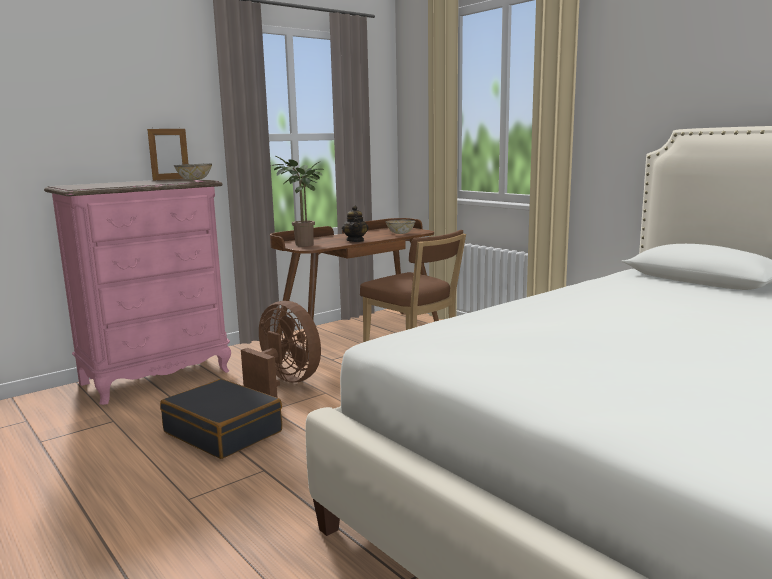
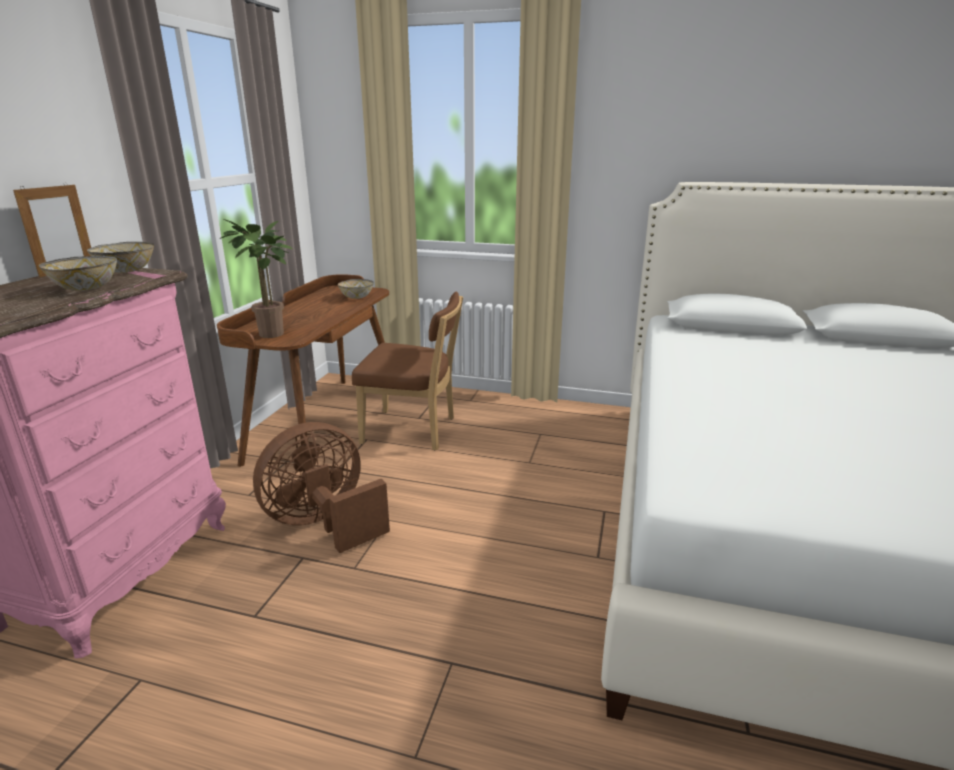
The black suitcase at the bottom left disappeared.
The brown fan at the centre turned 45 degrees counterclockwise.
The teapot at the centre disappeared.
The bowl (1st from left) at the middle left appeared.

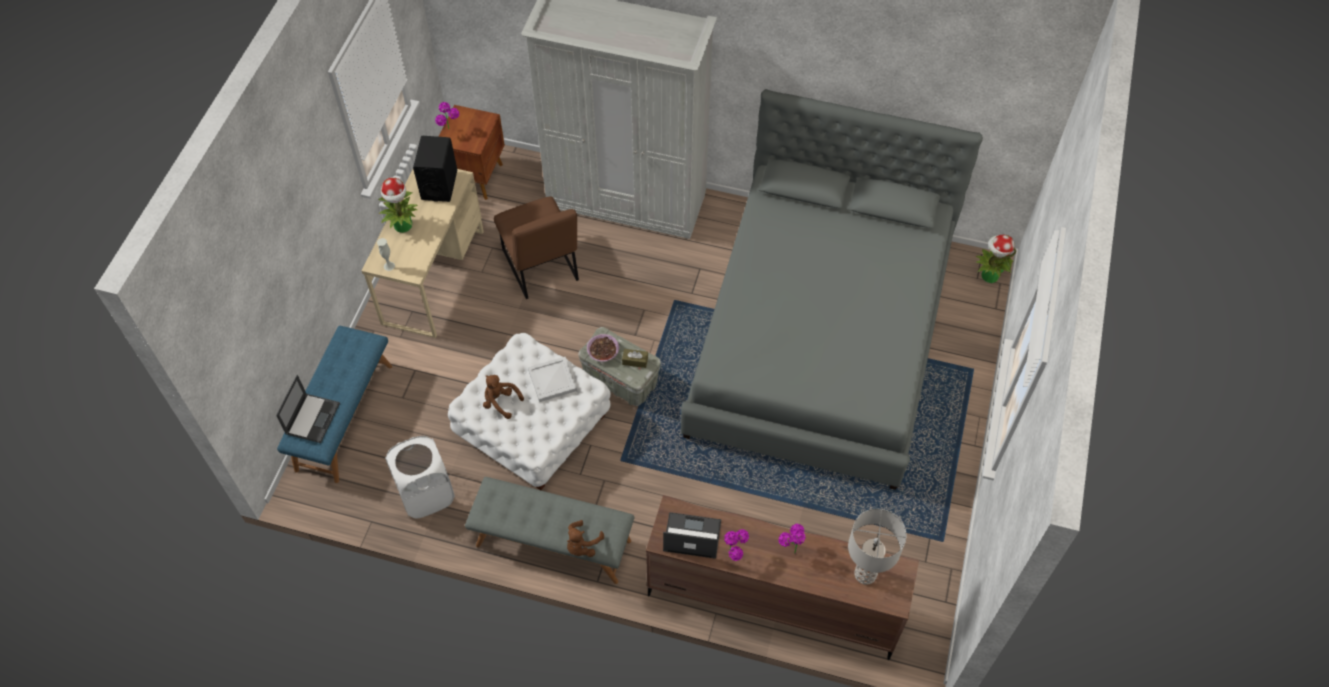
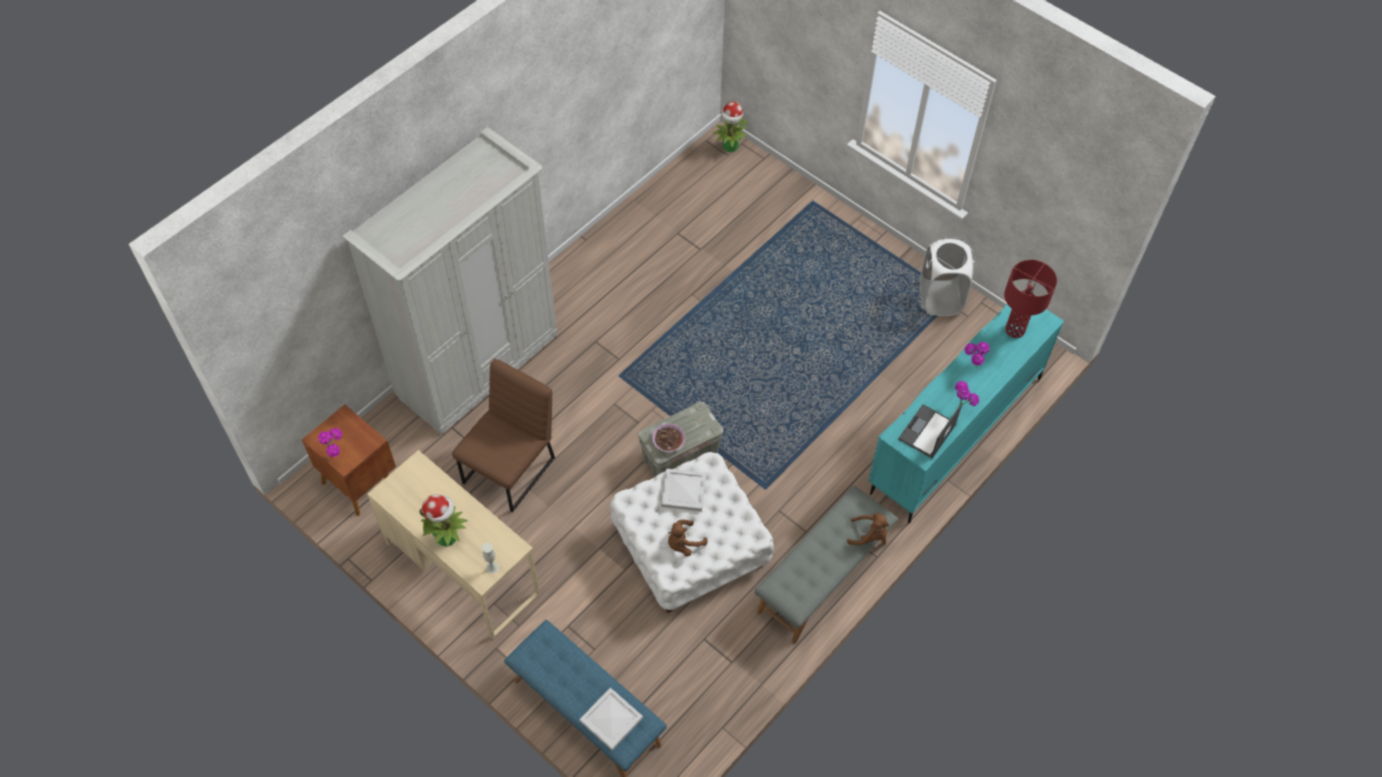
The laptop (1st from left) at the middle left was replaced by the white tray (1st from left) at the bottom centre.
The white laundry basket moved from the bottom left to the middle right.
The black speaker at the top left disappeared.
The brown chair at the centre turned 60 degrees counterclockwise.
The brown plush toy (2nd from left) at the bottom centre turned 45 degrees counterclockwise.
The brown tissue box at the centre disappeared.
The brown dresser at the bottom centre became the turquoise dresser at the middle right.
The grey bed at the centre disappeared.
The white table lamp at the bottom centre became the red table lamp at the middle right.

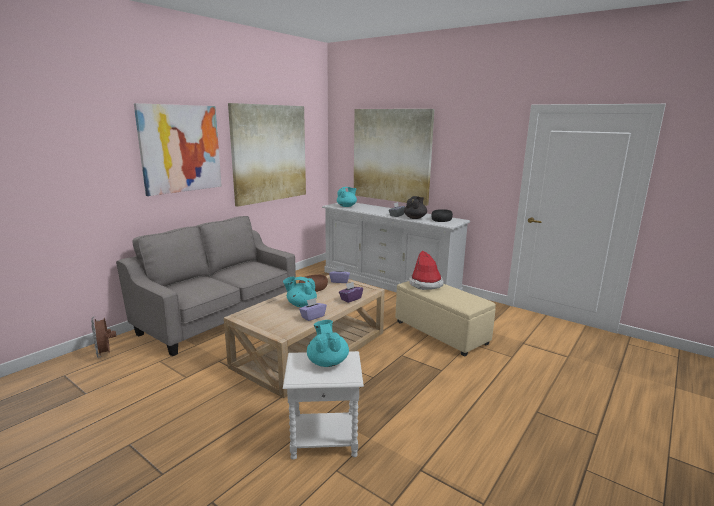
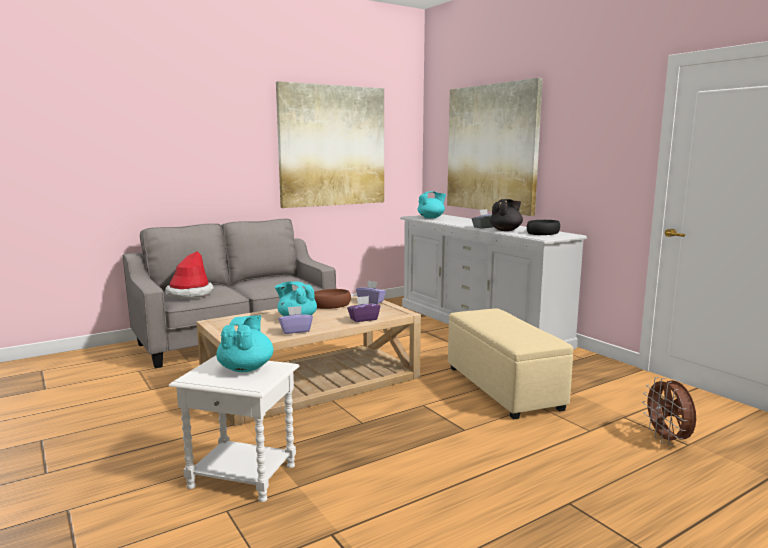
The brown fan moved from the middle left to the bottom right.
The picture (1st from left) at the top left disappeared.
The hat moved from the centre to the middle left.

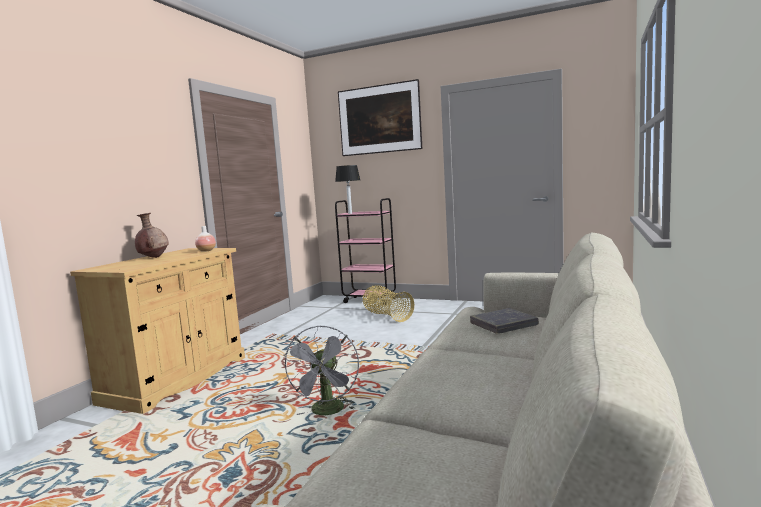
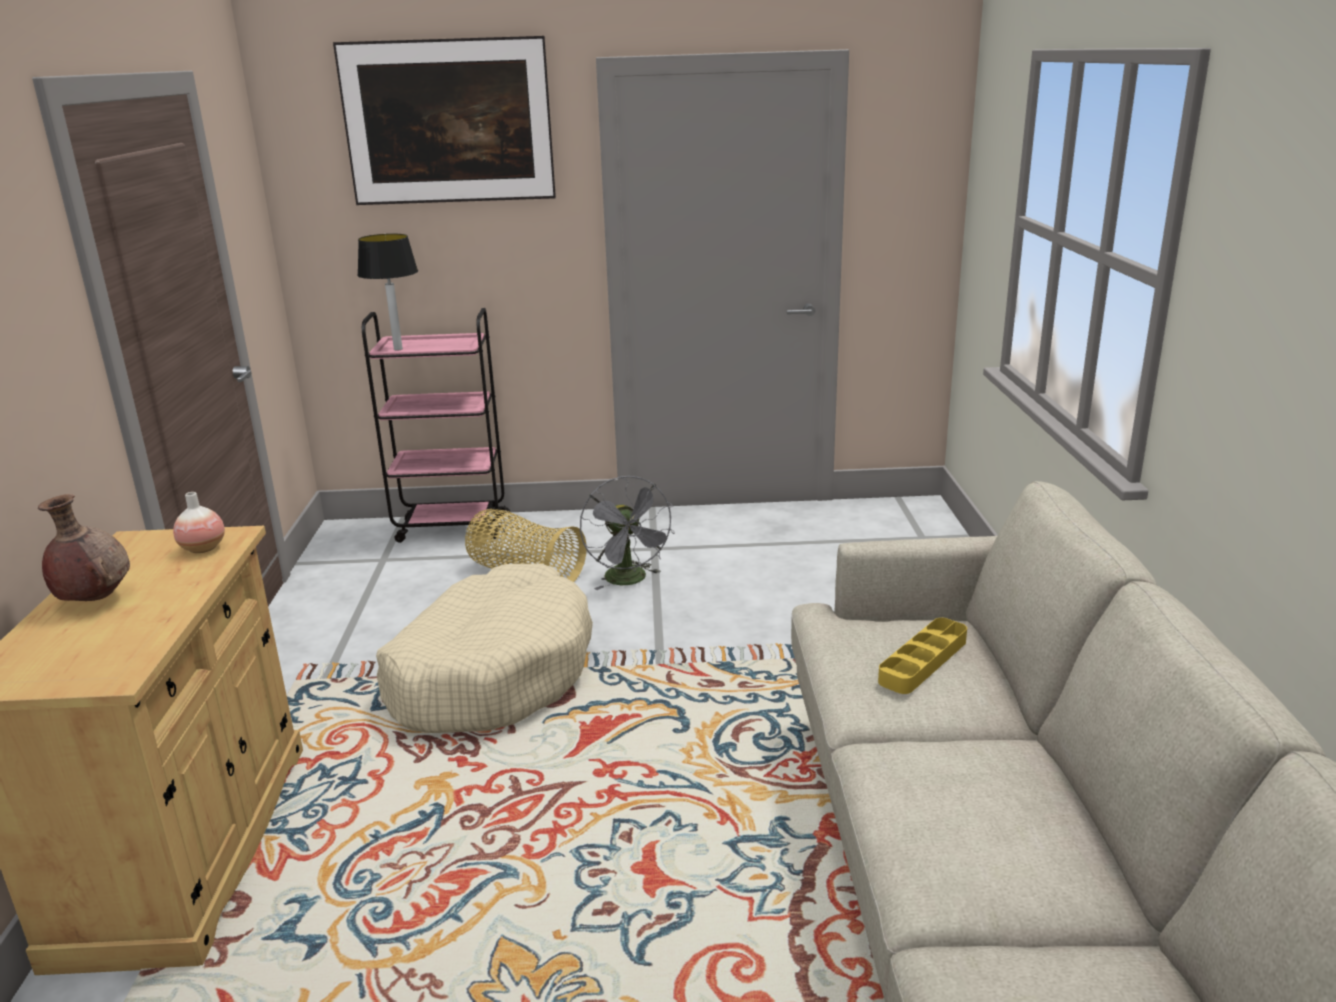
The grey fan moved from the bottom centre to the centre.
The grey book at the centre was replaced by the yellow tray at the middle right.
The beige dog bed at the centre appeared.

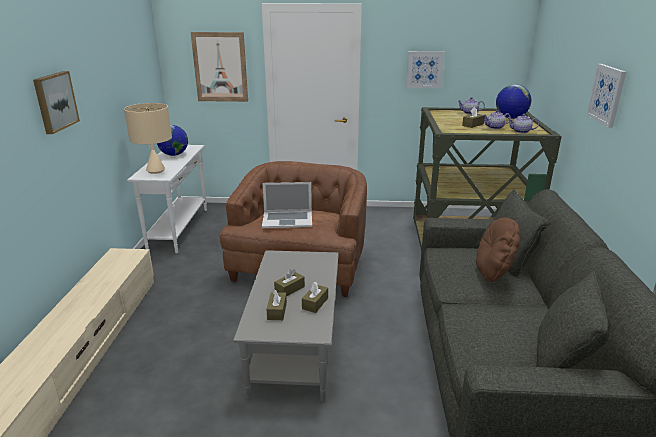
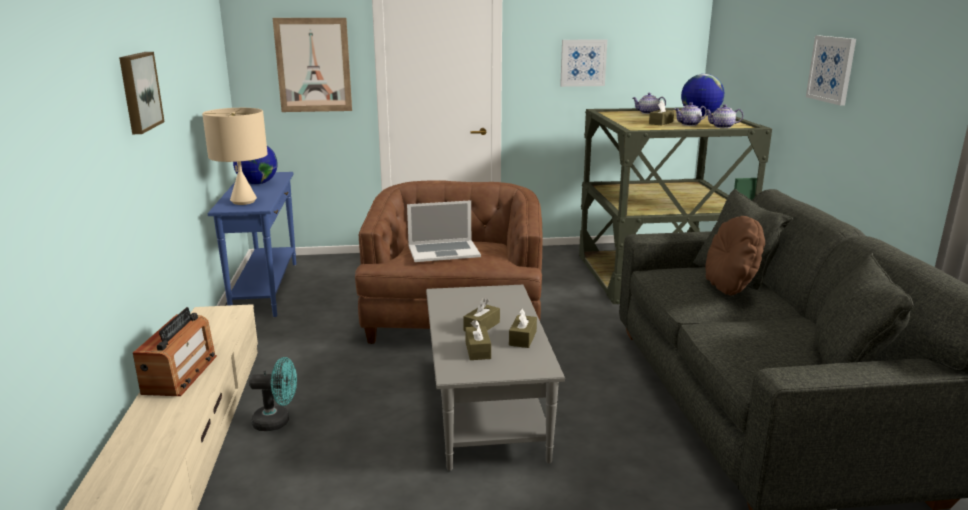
The white console table at the middle left became the blue console table at the middle left.
The radio at the bottom left appeared.
The turquoise fan at the bottom left appeared.

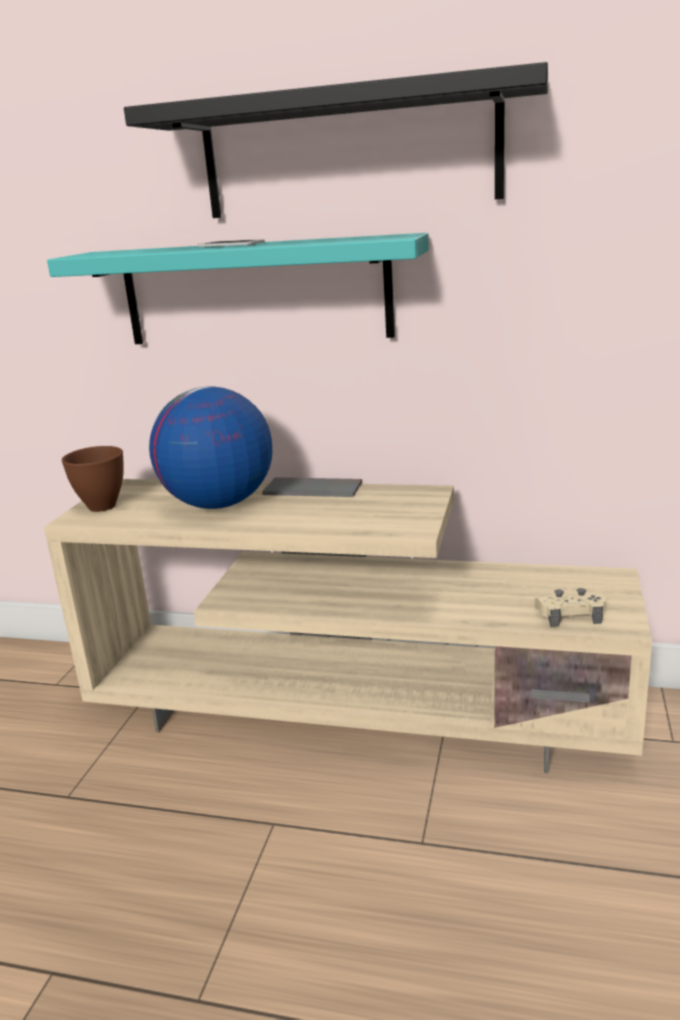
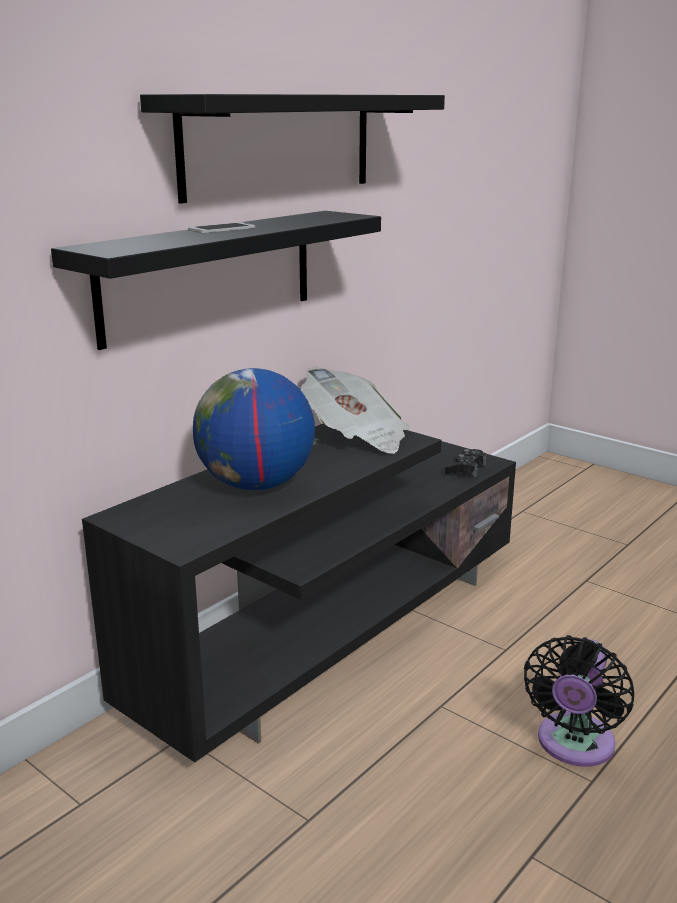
The beige tv stand at the centre became the black tv stand at the centre.
The turquoise shelf at the top centre became the black shelf (1st from left) at the top left.
The brown bowl at the middle left disappeared.
The beige game controller at the middle right became the black game controller at the middle right.
The newspaper at the centre appeared.
The black fan at the bottom right appeared.

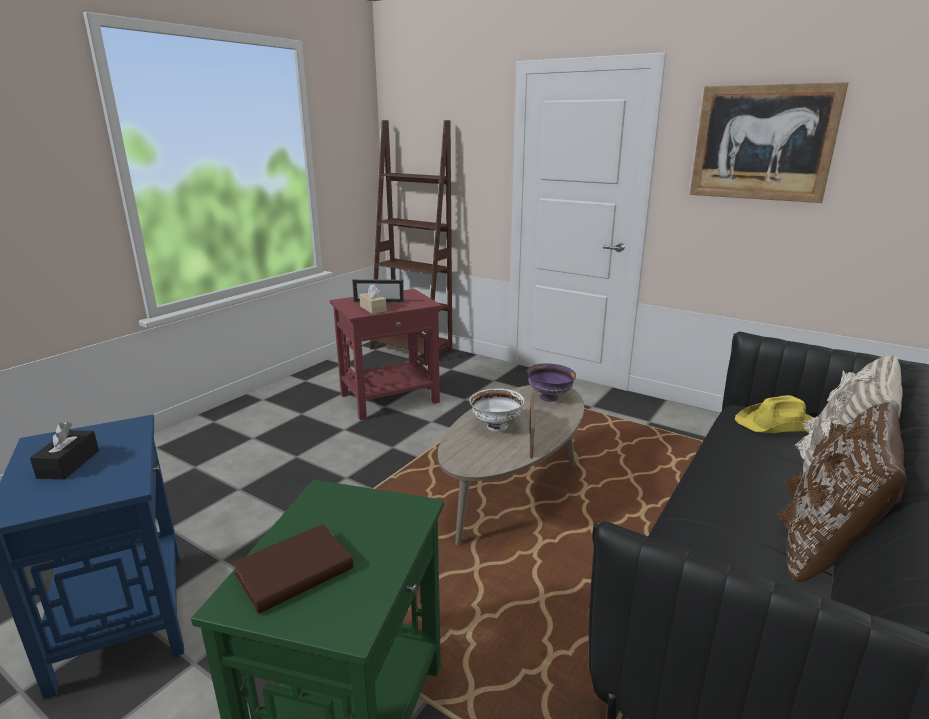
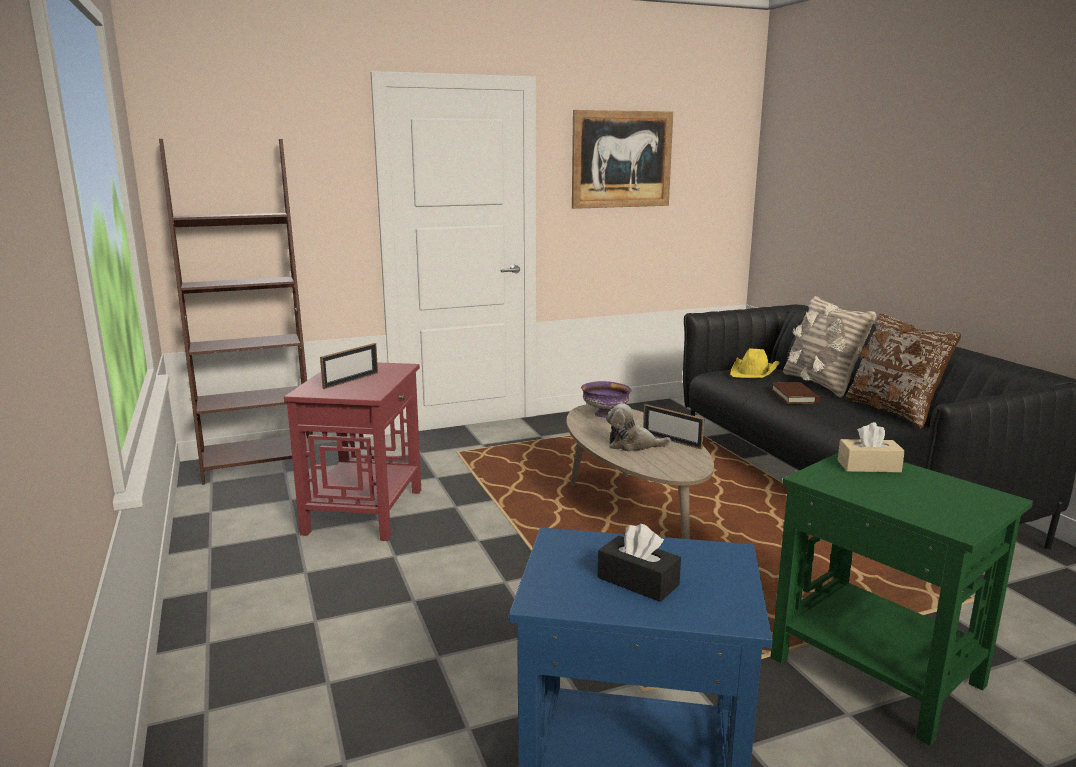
The brown book moved from the bottom left to the middle right.
The beige tissue box moved from the centre to the middle right.
The white bowl at the centre was replaced by the plush toy at the centre.

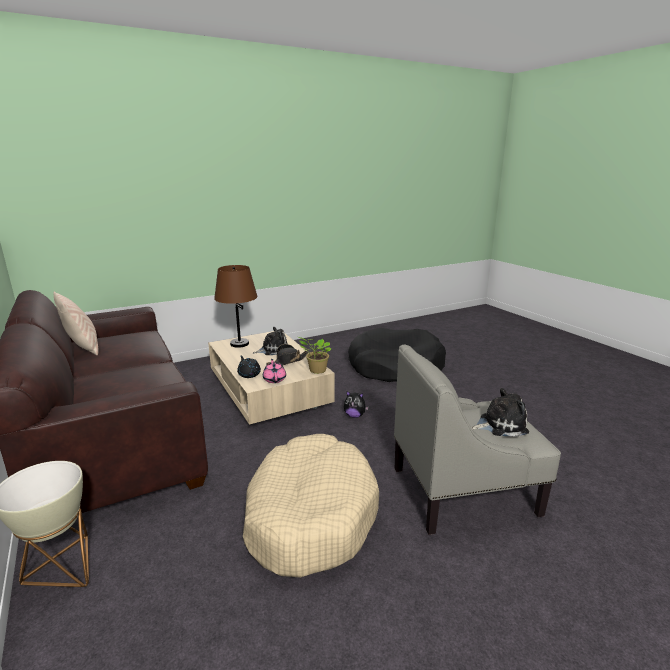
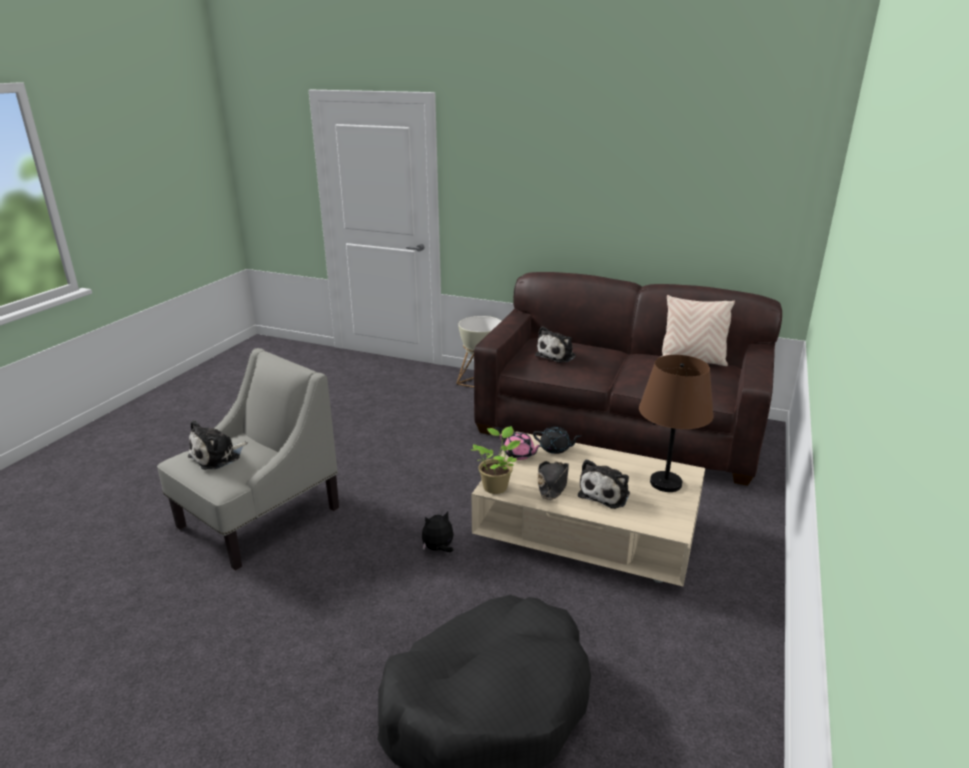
The beige dog bed at the bottom centre disappeared.
The plush toy (3rd from left) at the centre appeared.

